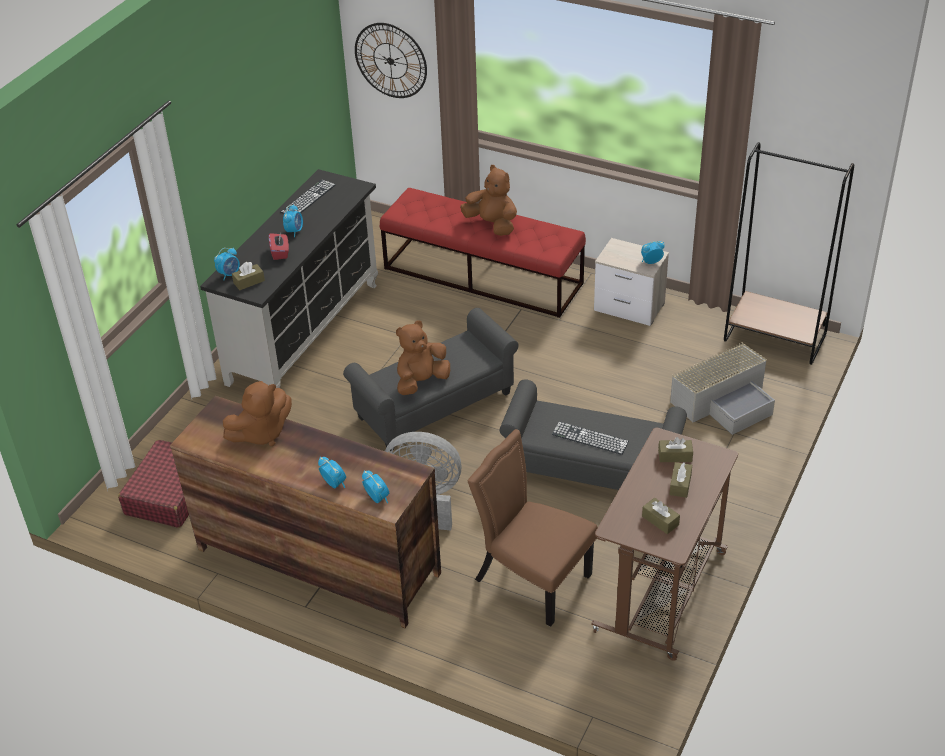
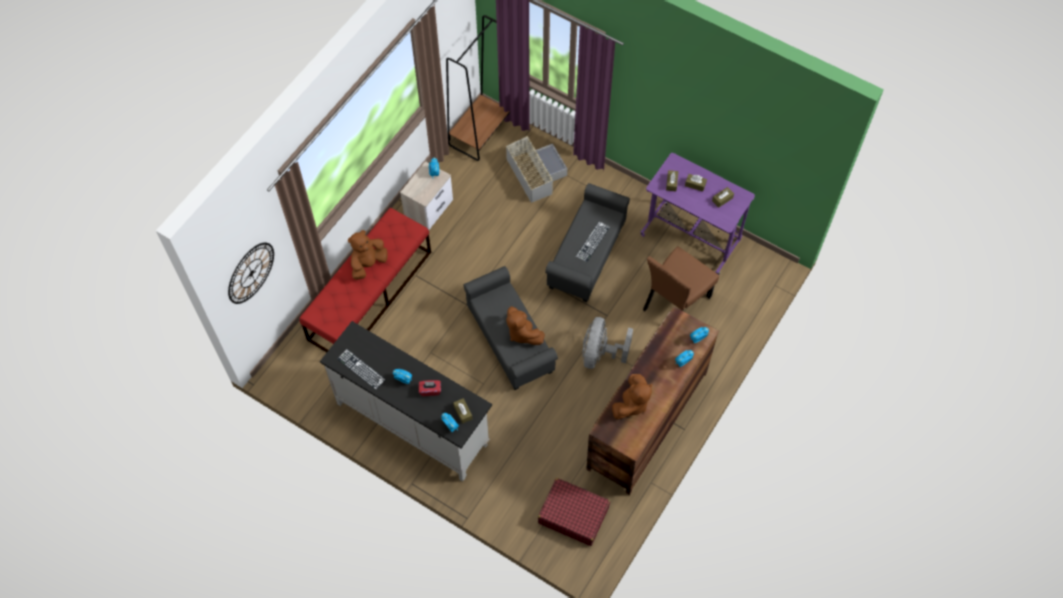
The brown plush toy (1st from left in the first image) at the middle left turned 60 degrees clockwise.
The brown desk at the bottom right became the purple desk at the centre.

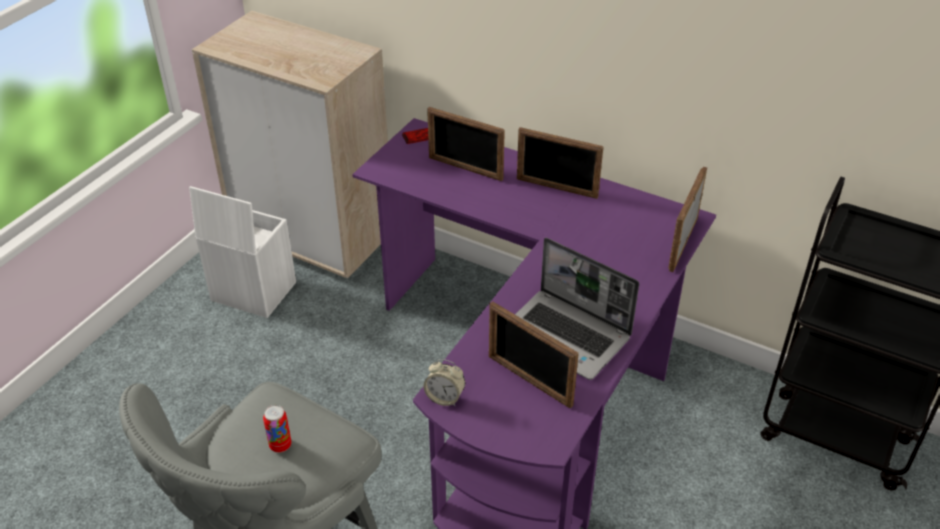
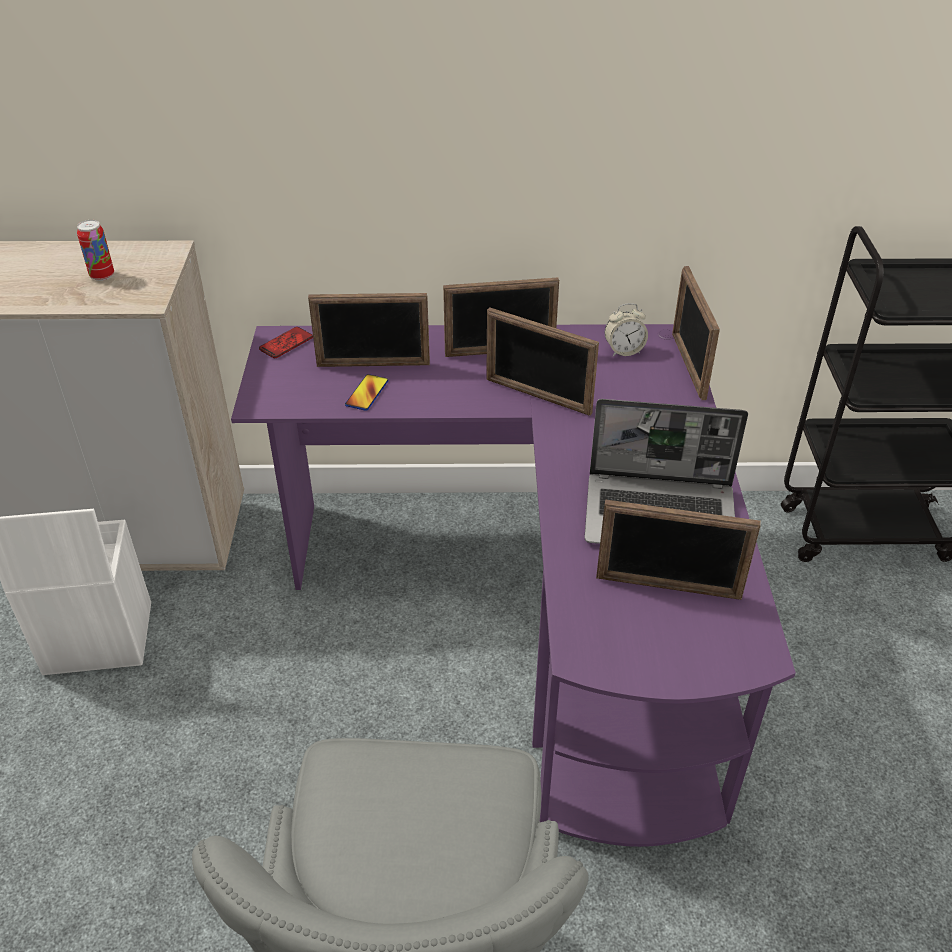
The can moved from the bottom left to the top left.
The alarm clock moved from the bottom centre to the centre.
The phone (2nd from left) at the centre appeared.
The picture frame (3rd from left) at the centre appeared.

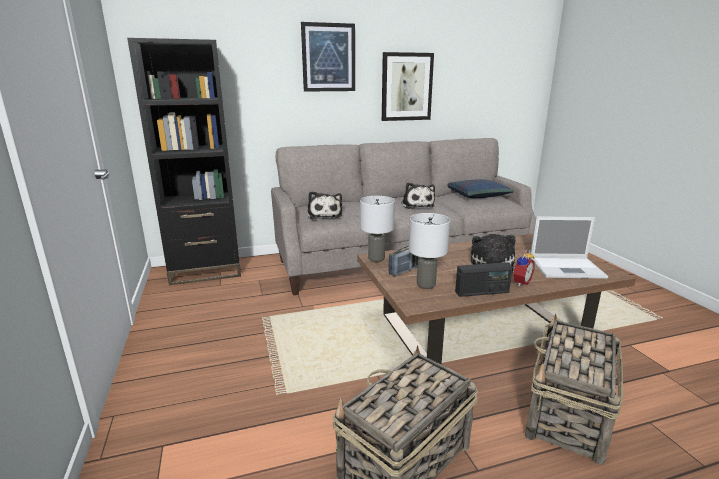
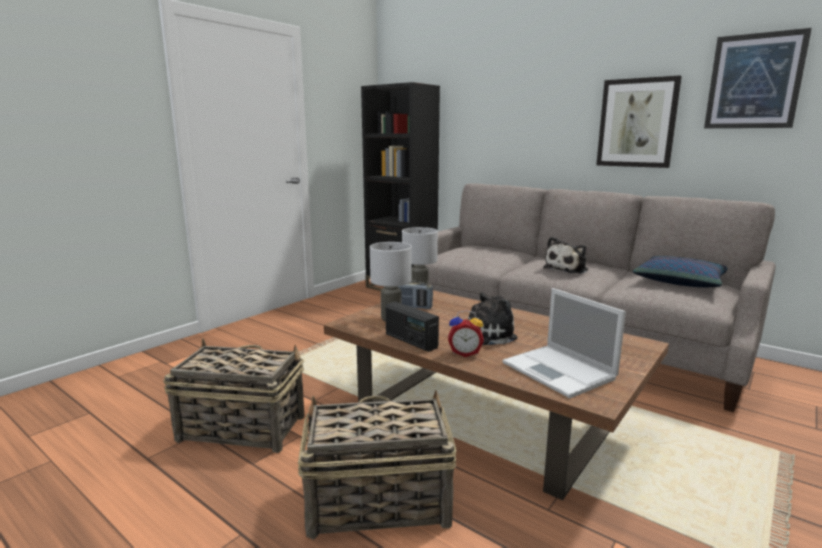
The picture (1st from left in the first image) moved from the top centre to the top right.
The plush toy (1st from left) at the centre disappeared.

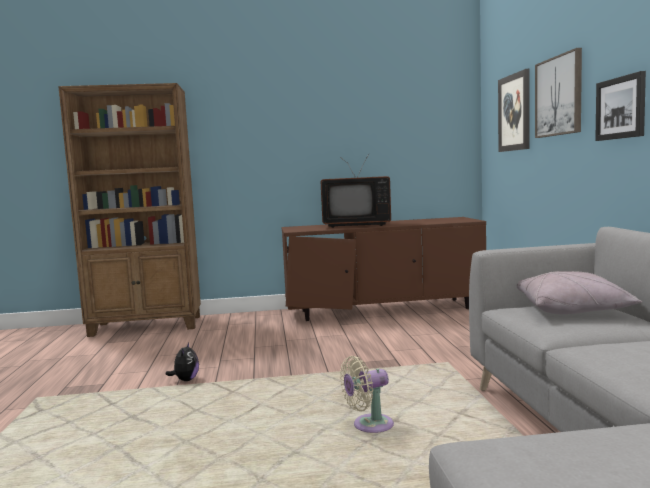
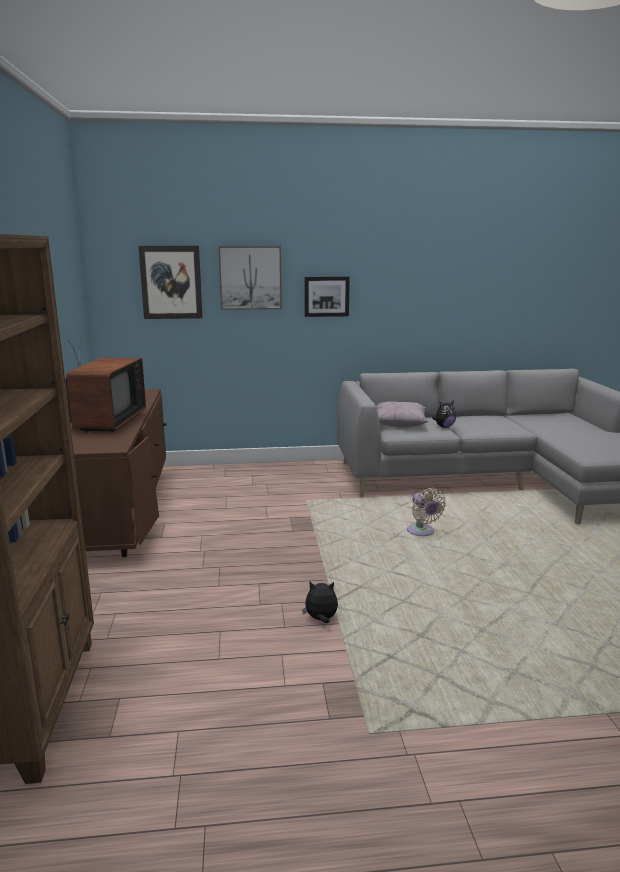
The plush toy (2nd from left) at the middle right appeared.

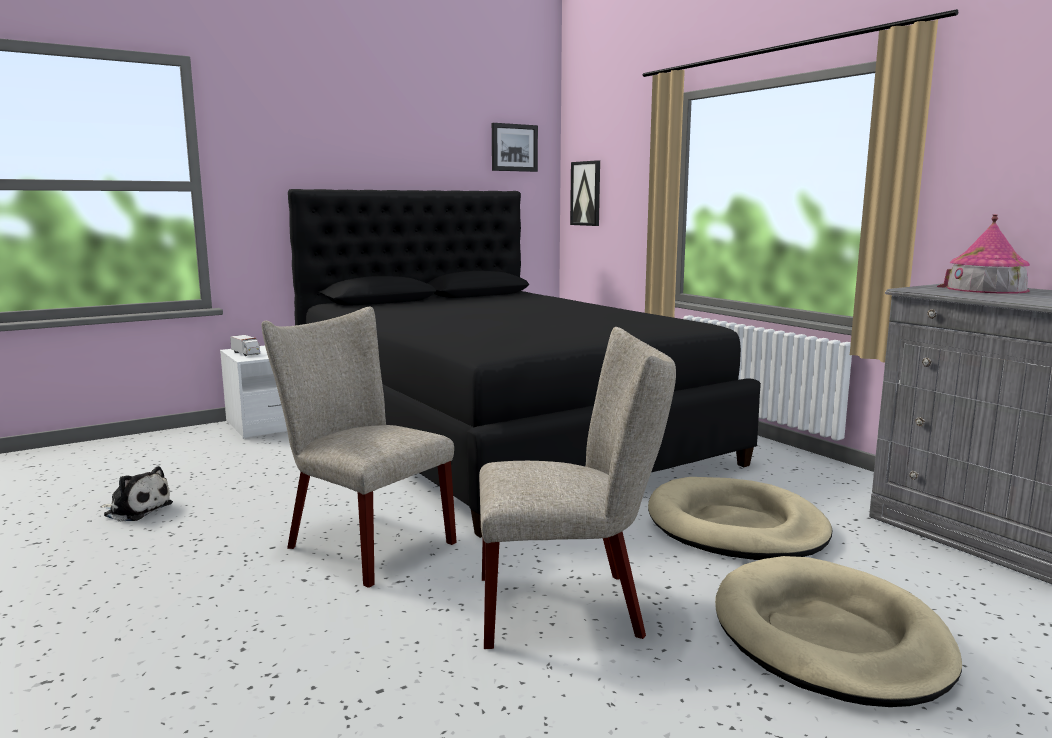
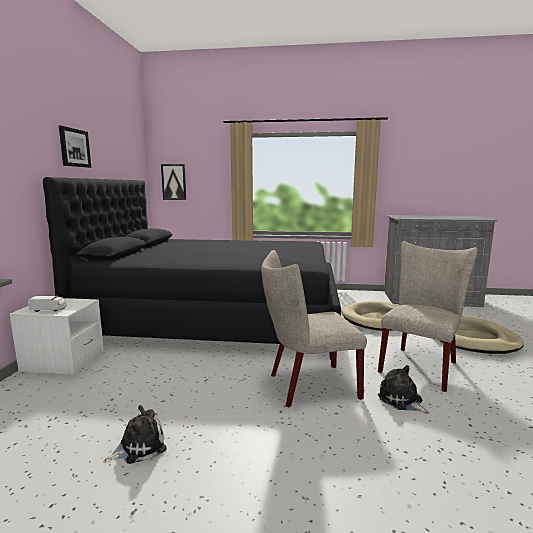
The picture (1st from left) moved from the top centre to the top left.
The toy house at the middle right disappeared.
The plush toy (2nd from left) at the bottom right appeared.

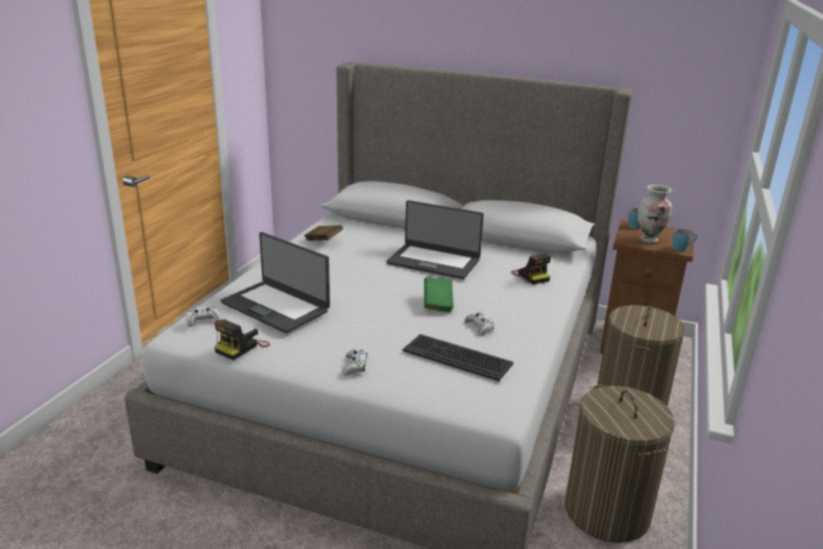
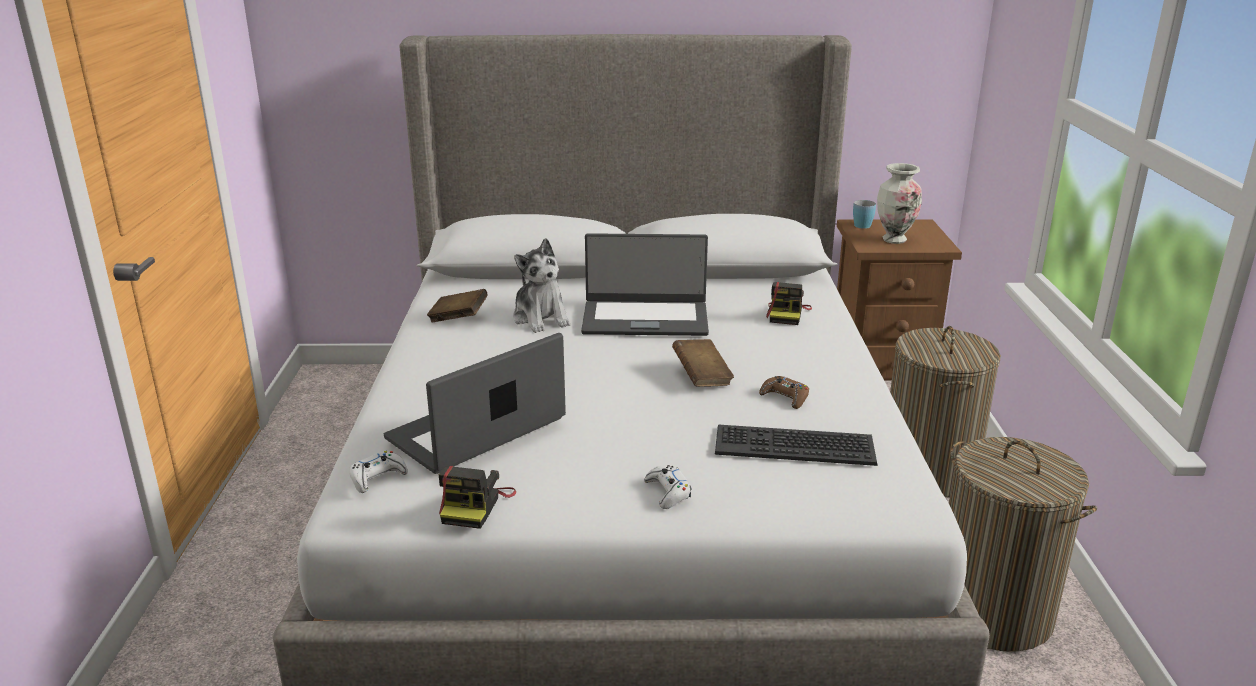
The laptop (1st from left) at the centre turned 120 degrees clockwise.
The green book at the centre became the brown book (2nd from left) at the centre.
The white game controller (3rd from left) at the centre became the brown game controller at the centre.
The photo camera (2nd from left) at the centre turned 60 degrees clockwise.
The blue mug (2nd from left) at the middle right disappeared.
The plush toy at the centre appeared.

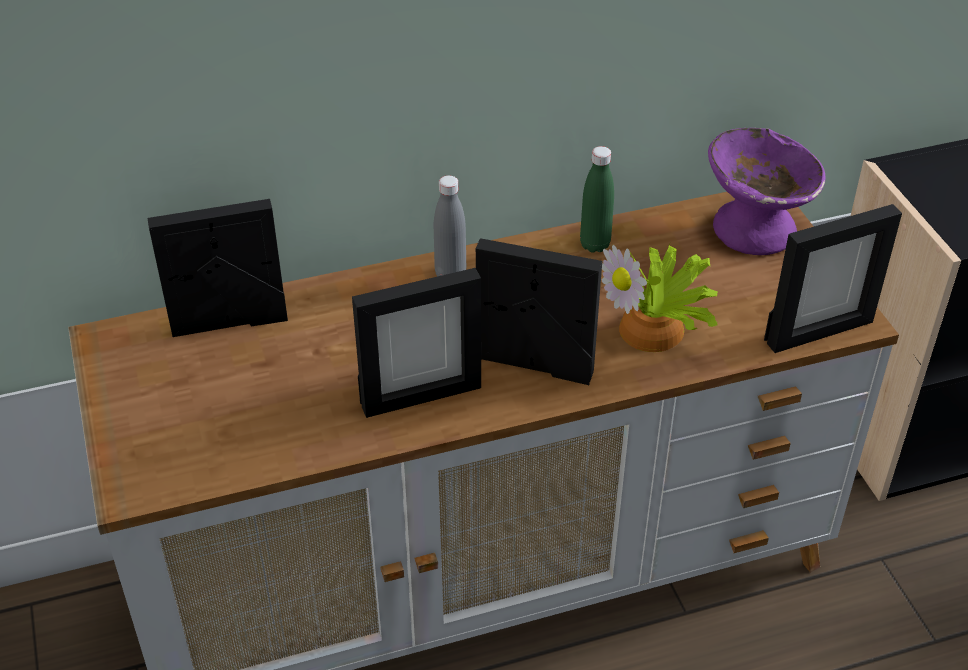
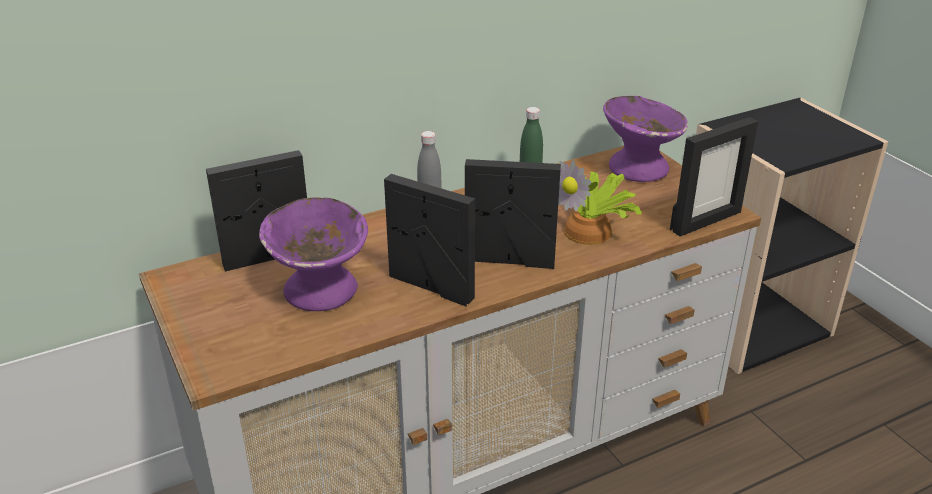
The picture frame (2nd from left) at the centre turned 120 degrees counterclockwise.
The purple bowl (1st from left) at the centre appeared.

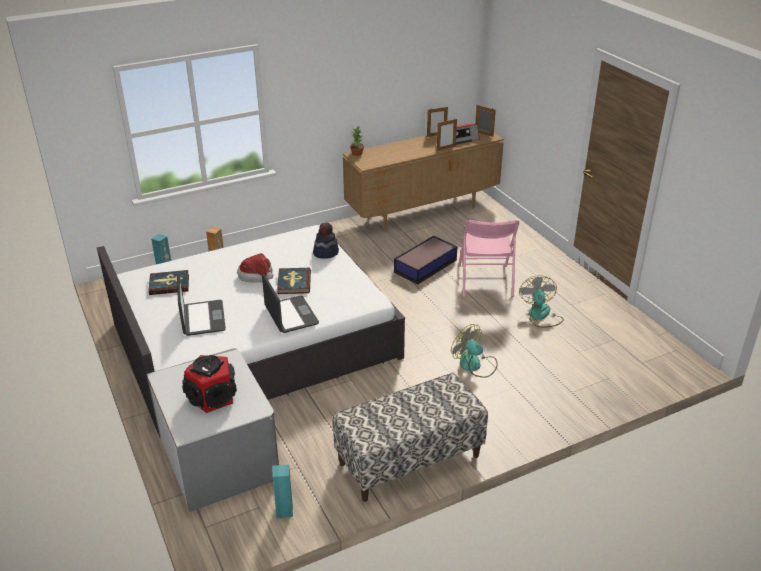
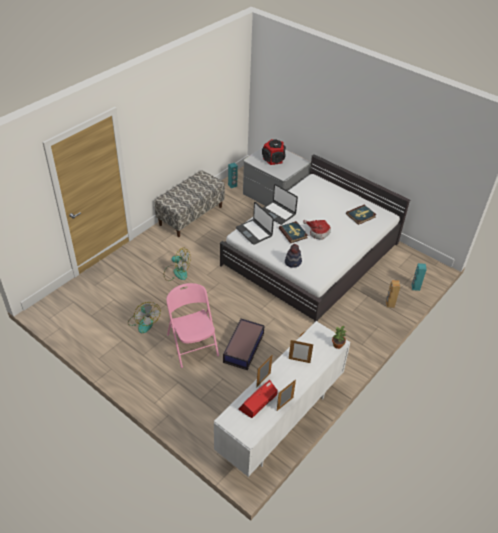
The laptop (1st from left) moved from the middle left to the centre.
The brown dresser at the top centre became the white dresser at the bottom centre.
The picture frame (3rd from left) moved from the top centre to the centre.

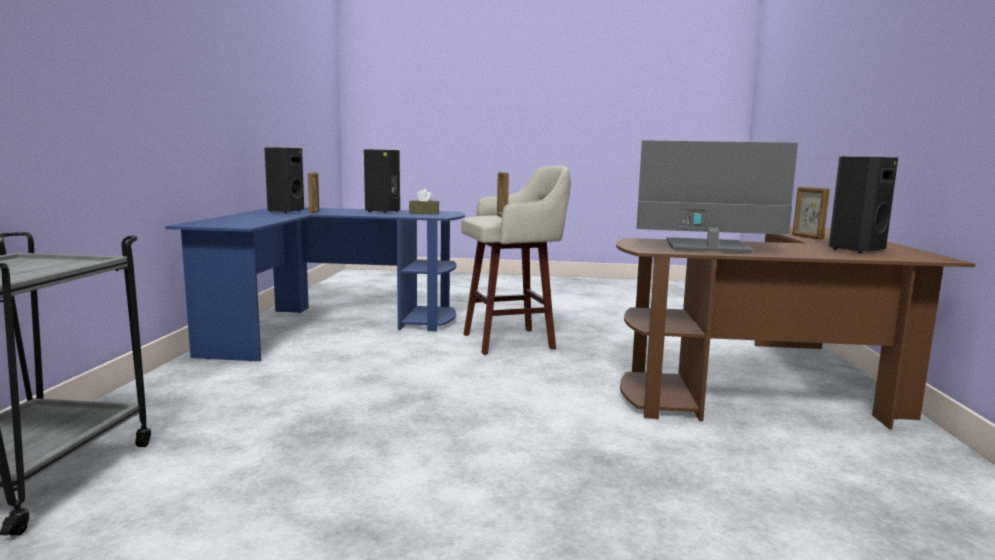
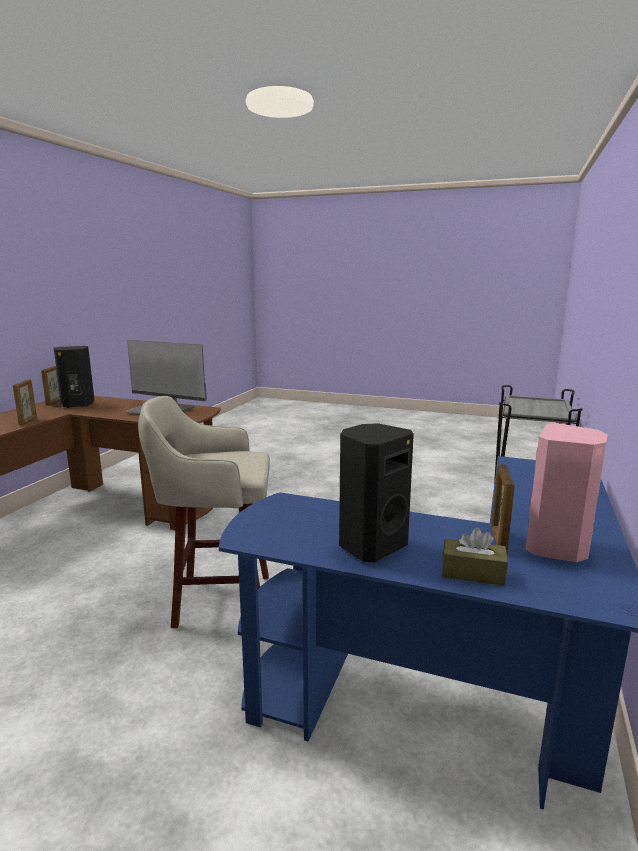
The black speaker (1st from left) at the top left became the pink speaker at the middle right.
The brown tissue box moved from the centre to the middle right.
The picture frame (2nd from left) moved from the centre to the middle left.

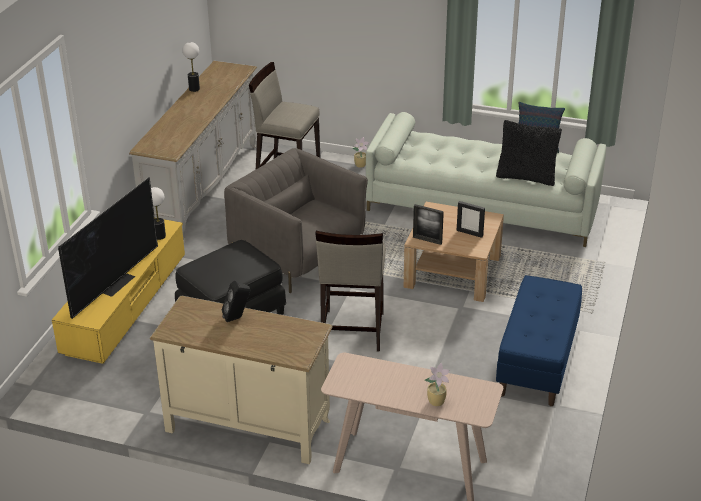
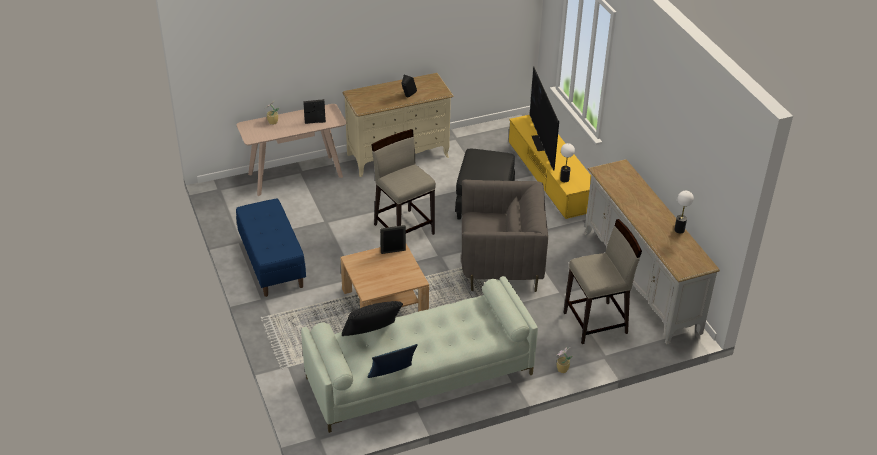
The picture frame (2nd from left in the first image) moved from the middle right to the top centre.

